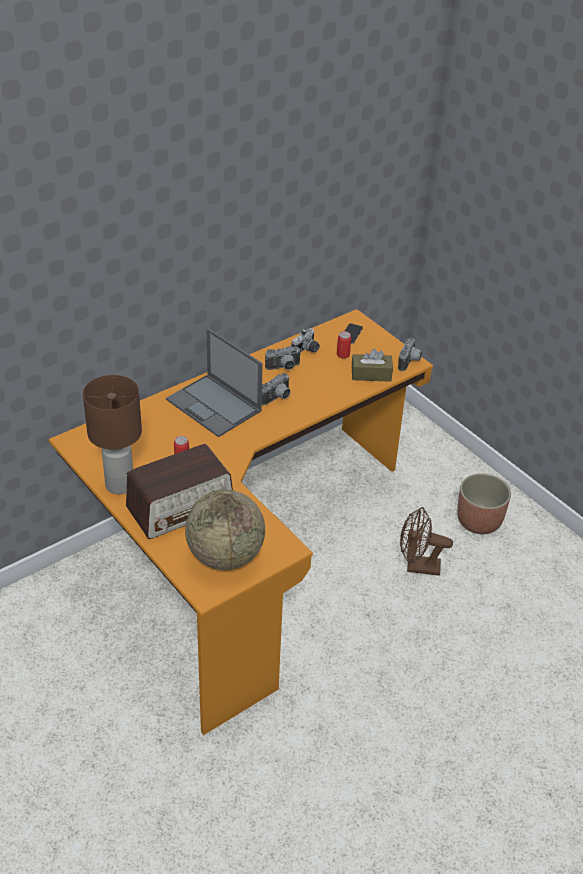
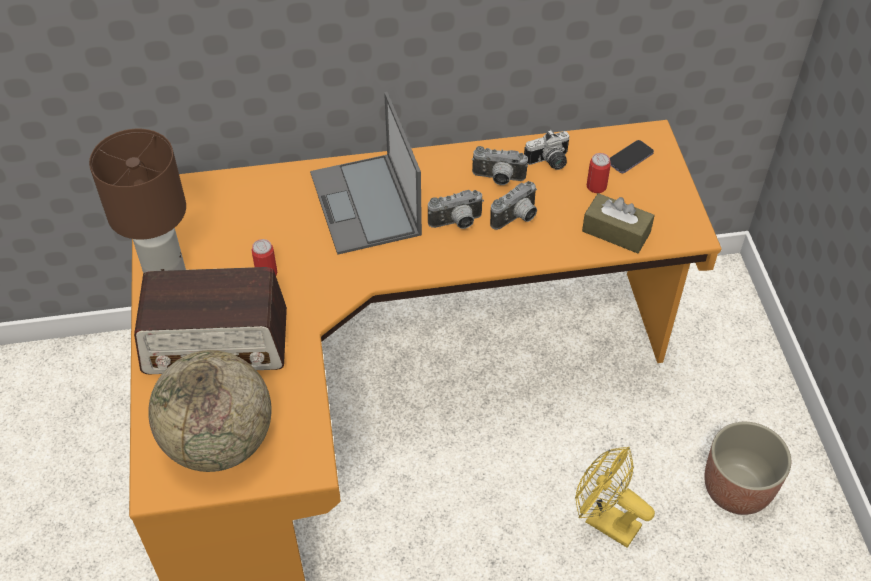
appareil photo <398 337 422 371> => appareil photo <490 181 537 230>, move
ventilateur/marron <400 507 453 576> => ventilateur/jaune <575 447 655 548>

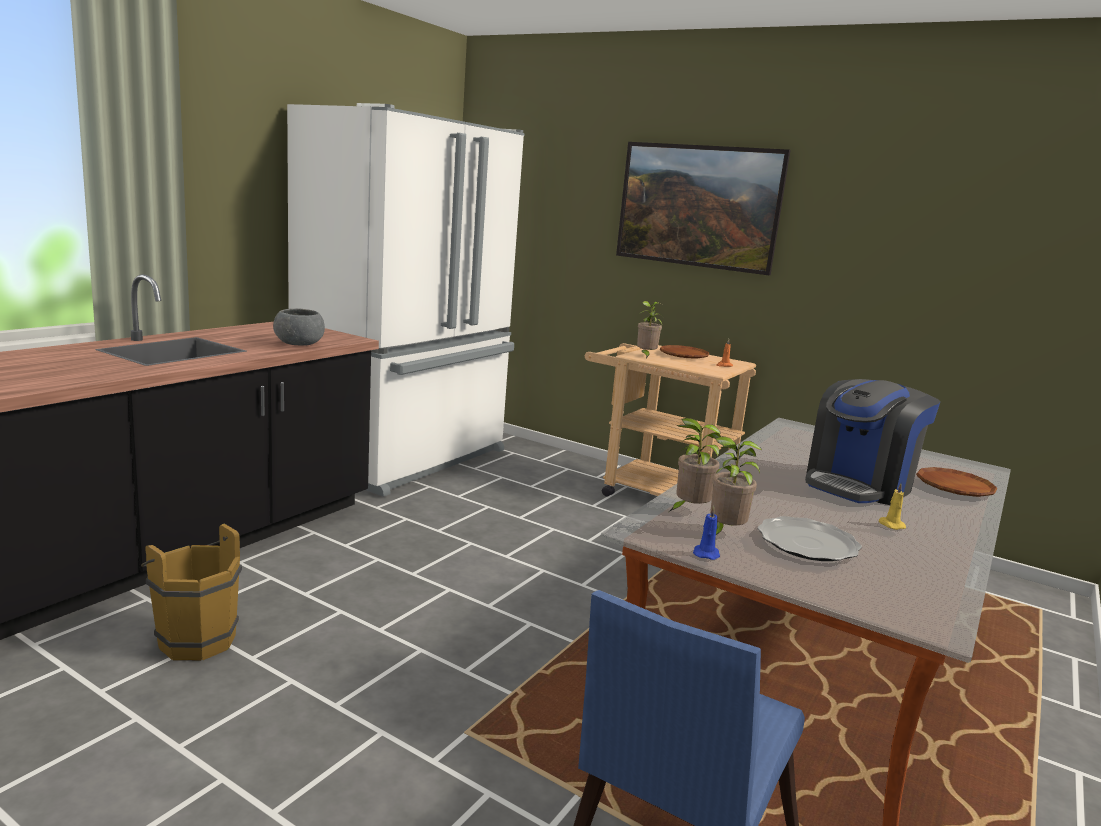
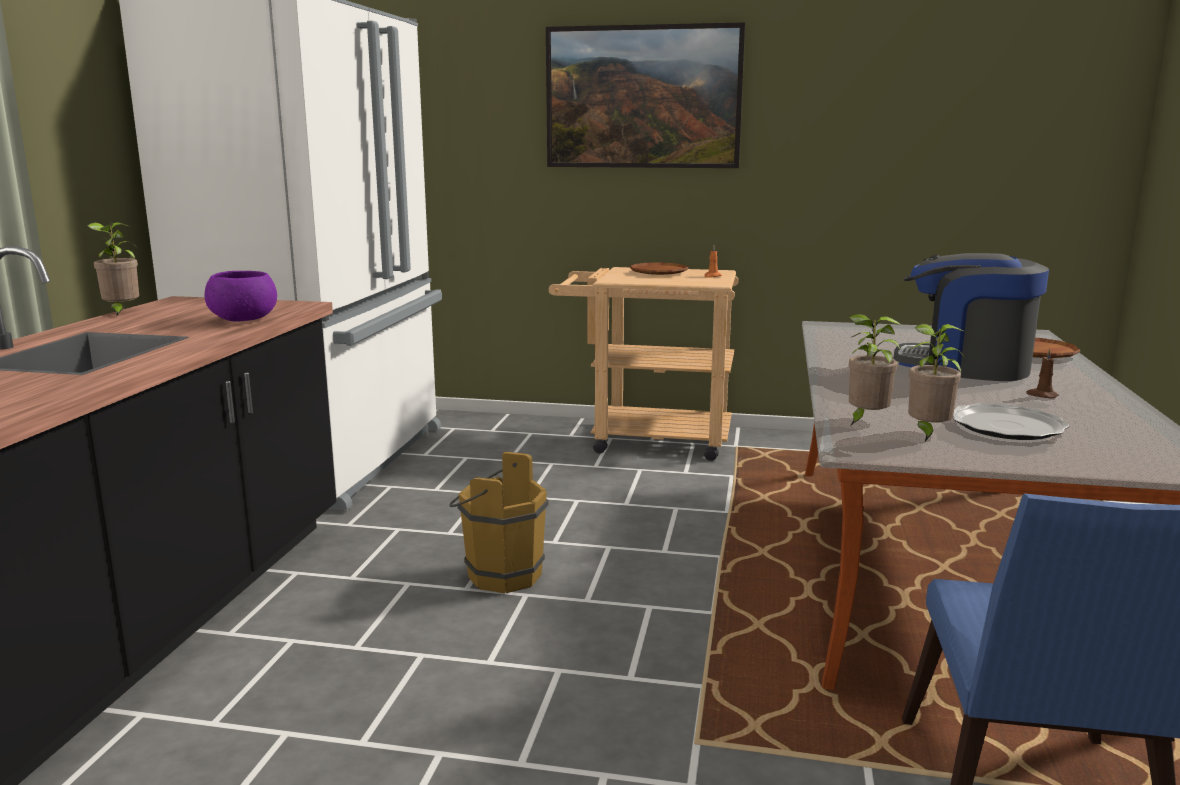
plante en pot <637 301 663 358> => plante en pot <87 222 139 317>, move
bol/gris <273 308 325 346> => bol/violet <205 271 277 321>
seau/marron <141 523 242 661> => seau/marron <449 452 548 593>, move
machine à café <805 379 941 505> => machine à café <893 253 1049 381>, 90 degrees clockwise
bougie/jaune <879 483 906 530> => bougie/marron <1026 348 1059 398>
bougie/bleu <693 506 720 560> => nothing

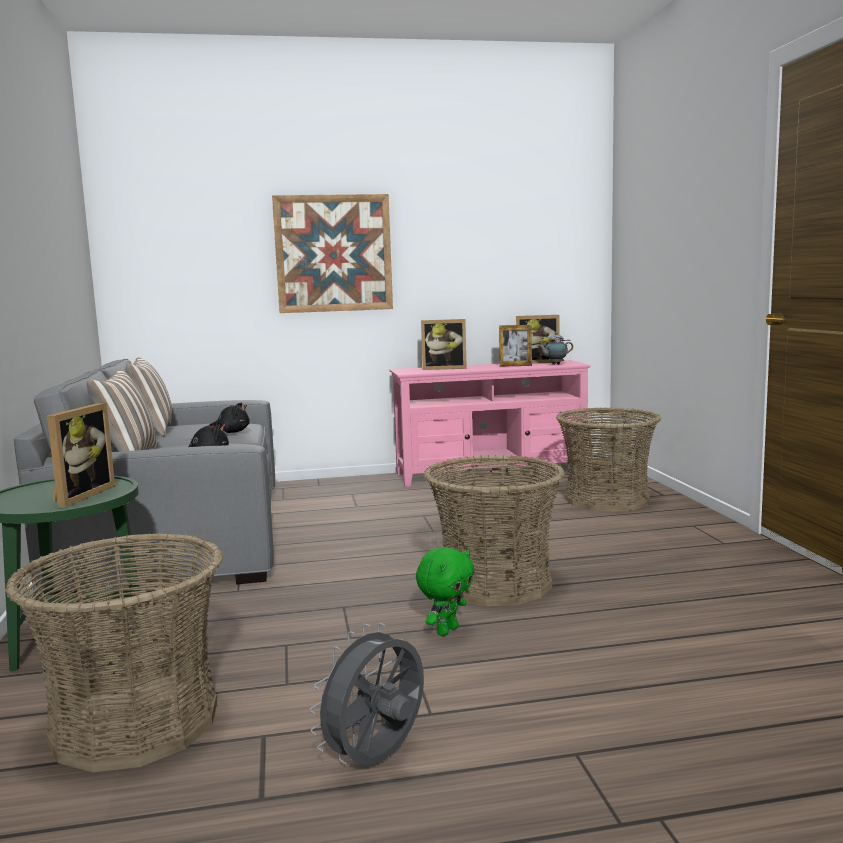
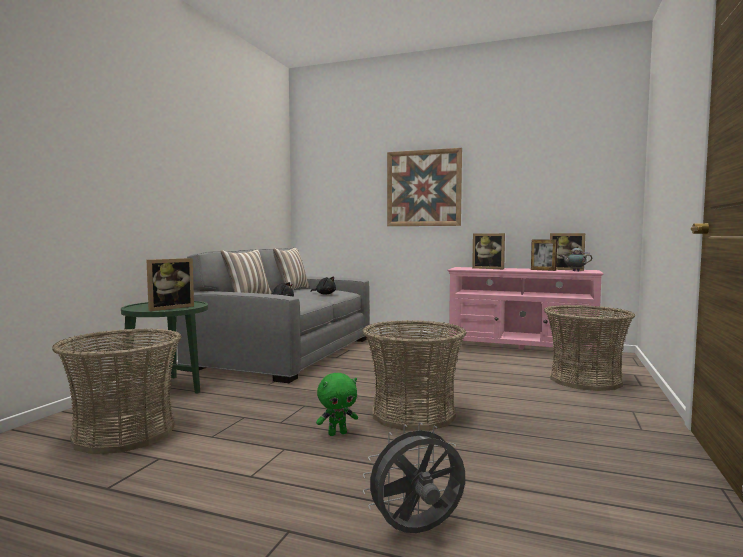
ventilateur/gris <309 623 424 765> => ventilateur/gris <363 422 465 533>, move

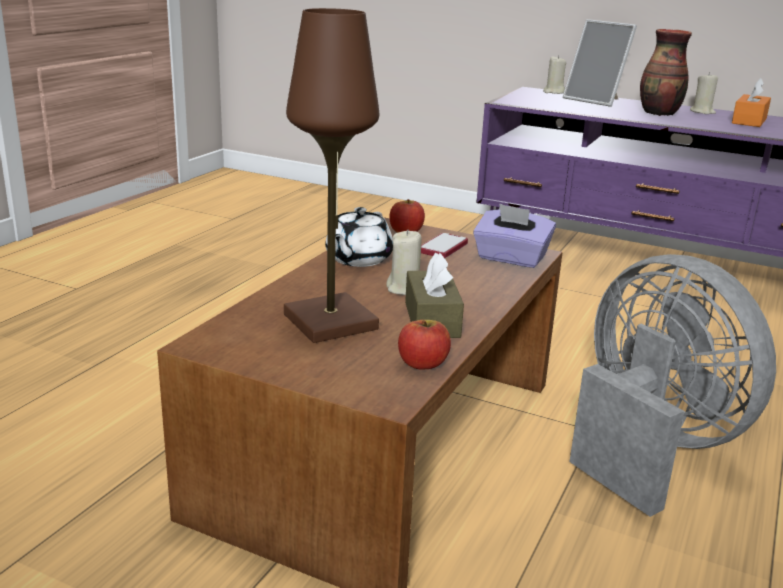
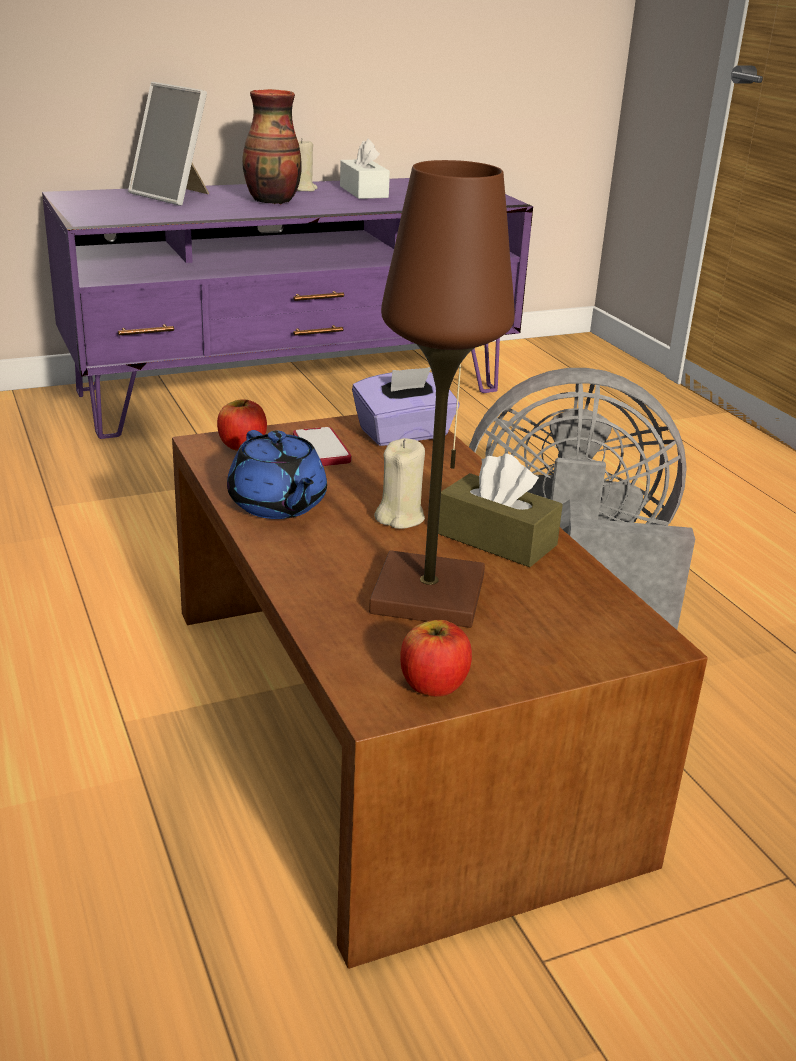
cadre photo <563 19 637 107> => cadre photo <128 82 209 206>, 45 degrees clockwise
théière/blanc <325 207 393 267> => théière/bleu <227 430 327 519>
boîte à mouchoirs/orange <732 78 771 127> => boîte à mouchoirs/blanc <340 139 390 199>
pomme <398 320 451 370> => pomme <400 620 472 697>, move
bougie/beige <543 55 566 94> => nothing

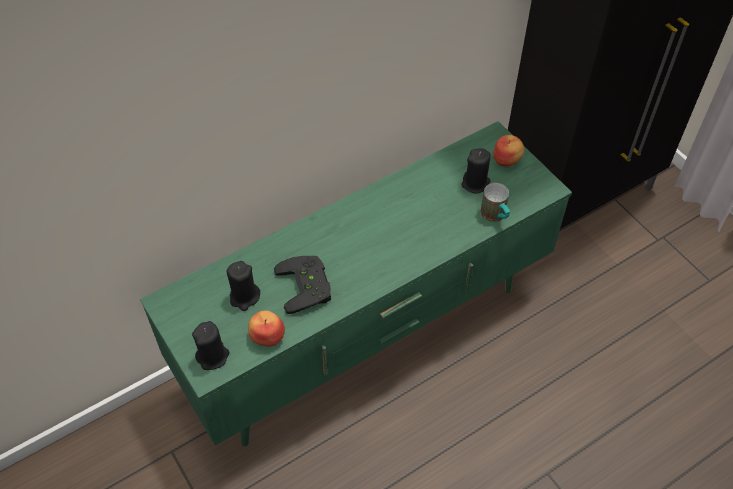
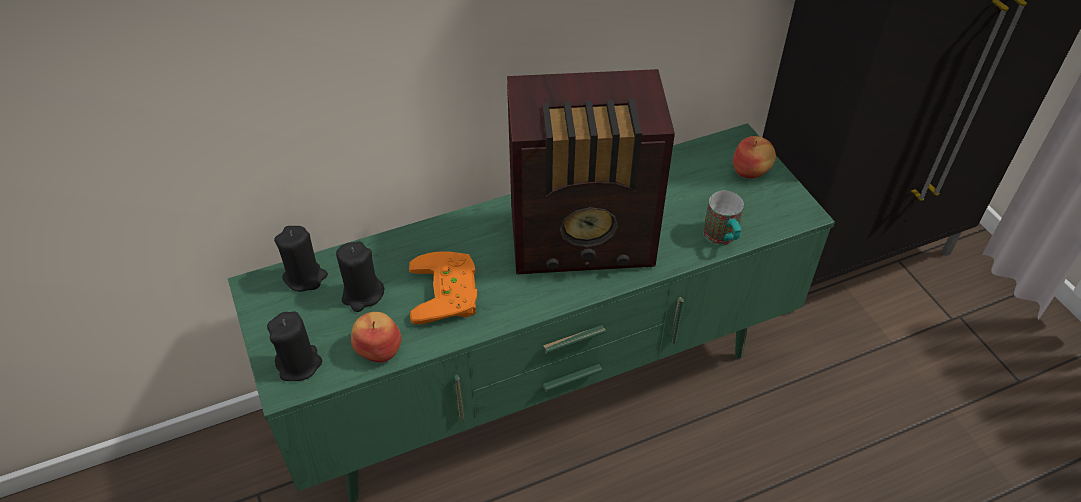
bougie/noir <461 148 490 194> => bougie/noir <274 226 328 292>, move
manette/noir <274 256 331 314> => manette/orange <409 252 477 324>
nothing => radio <507 69 675 274>

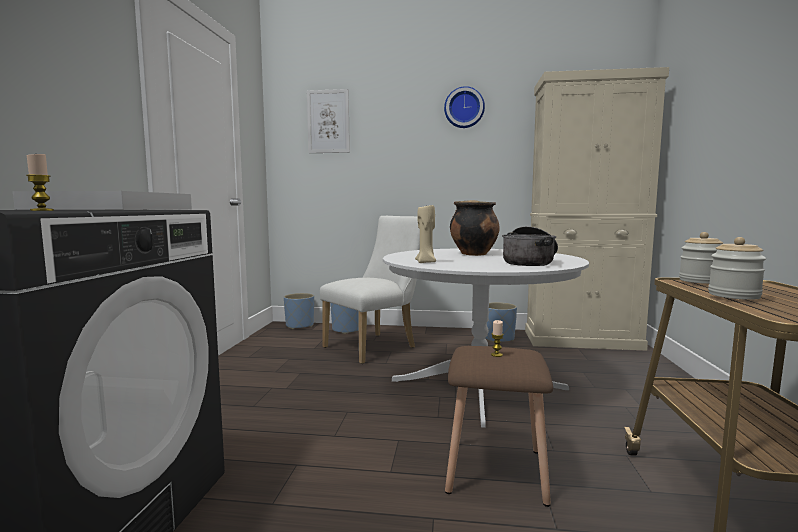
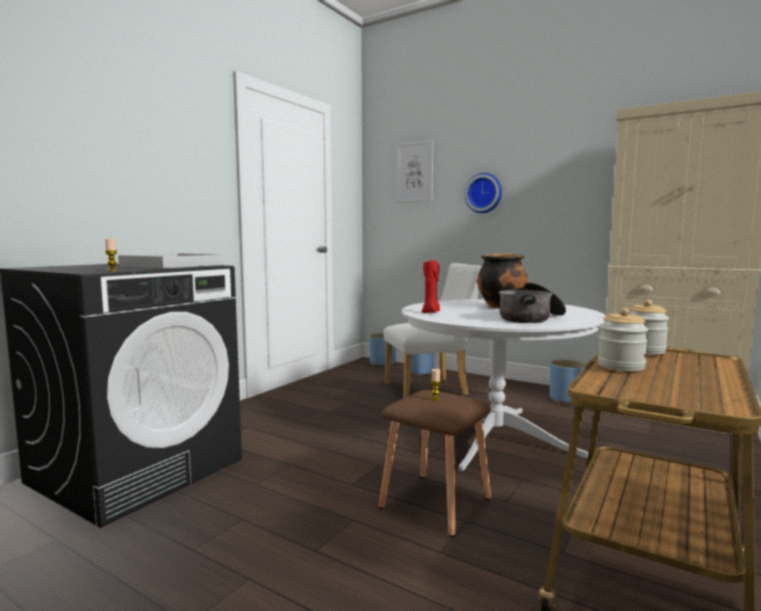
bougie/beige <415 205 436 263> => bougie/rouge <422 260 440 313>
horloge murale <444 86 485 128> => horloge murale <464 173 502 213>, move

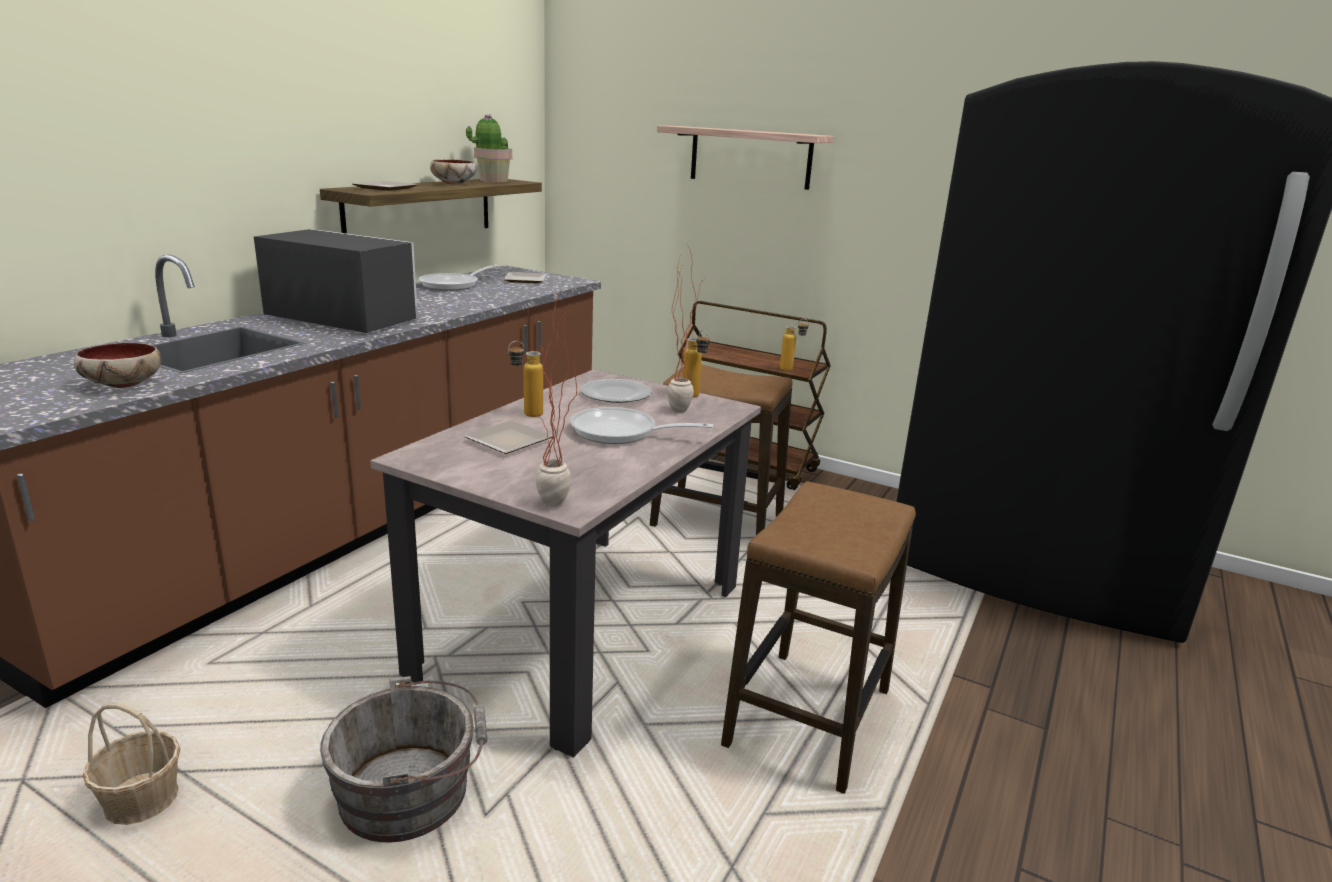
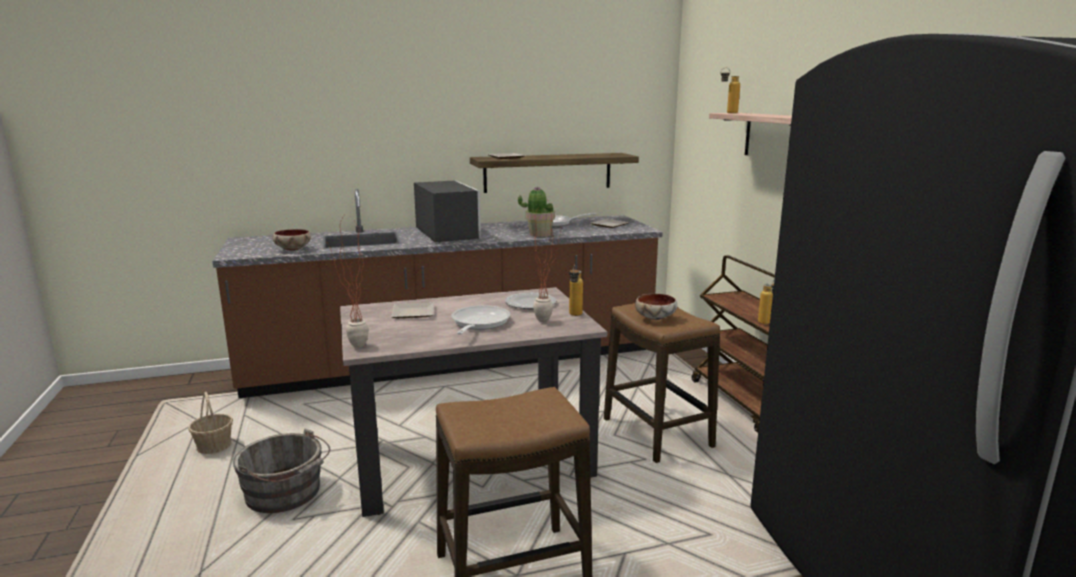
poêle <570 407 713 444> => poêle <451 305 510 335>, 45 degrees clockwise
plante en pot <466 115 512 182> => plante en pot <518 186 555 237>, move
bol <430 160 476 185> => bol <635 294 677 320>, move
bouteille <508 341 543 417> => bouteille <720 68 740 113>, move

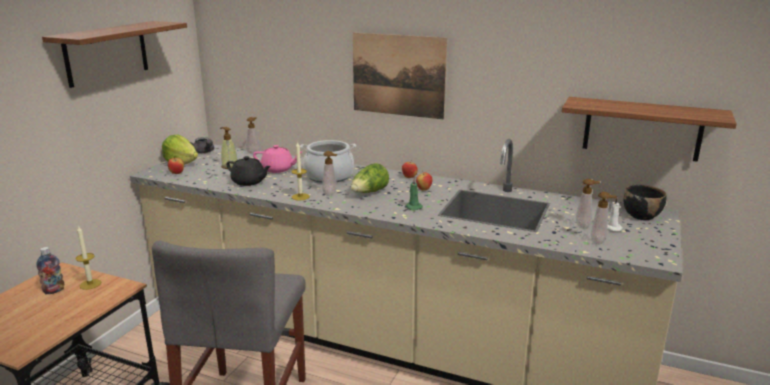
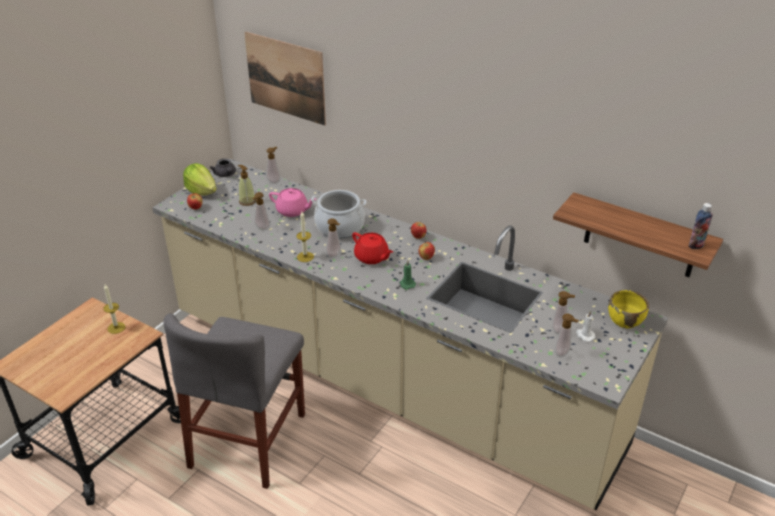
tableau <353 32 447 120> => tableau <244 32 326 126>, move
théière/noir <226 156 271 186> => distributeur de savon <252 192 270 230>
laitue <351 163 389 193> => théière/rouge <352 232 393 264>
bol/noir <623 185 667 220> => bol/jaune <608 290 649 328>
bouteille <36 247 64 294> => bouteille <689 203 713 249>, move
étagère <42 21 187 88> => nothing

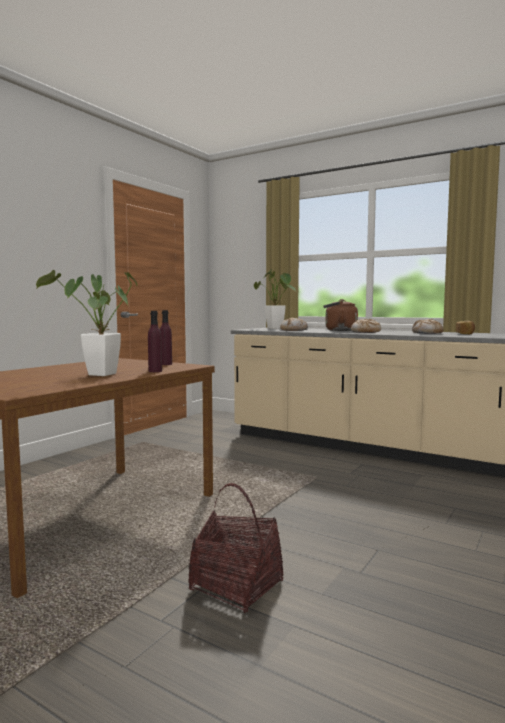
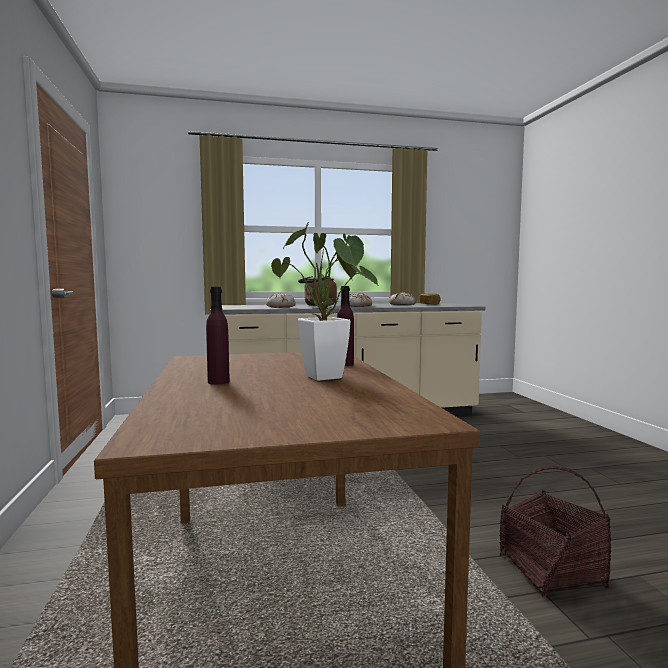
bouteille/violet <160 310 172 365> => bouteille/violet <206 287 230 385>, move
plante en pot <254 269 296 329> => nothing

